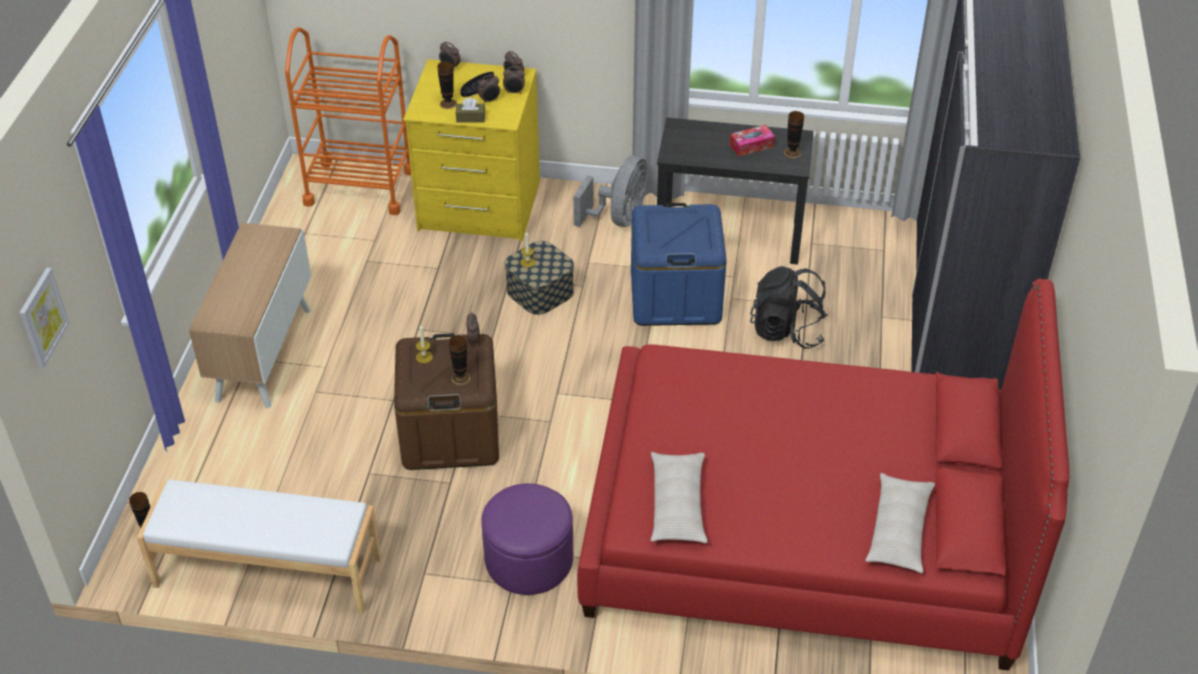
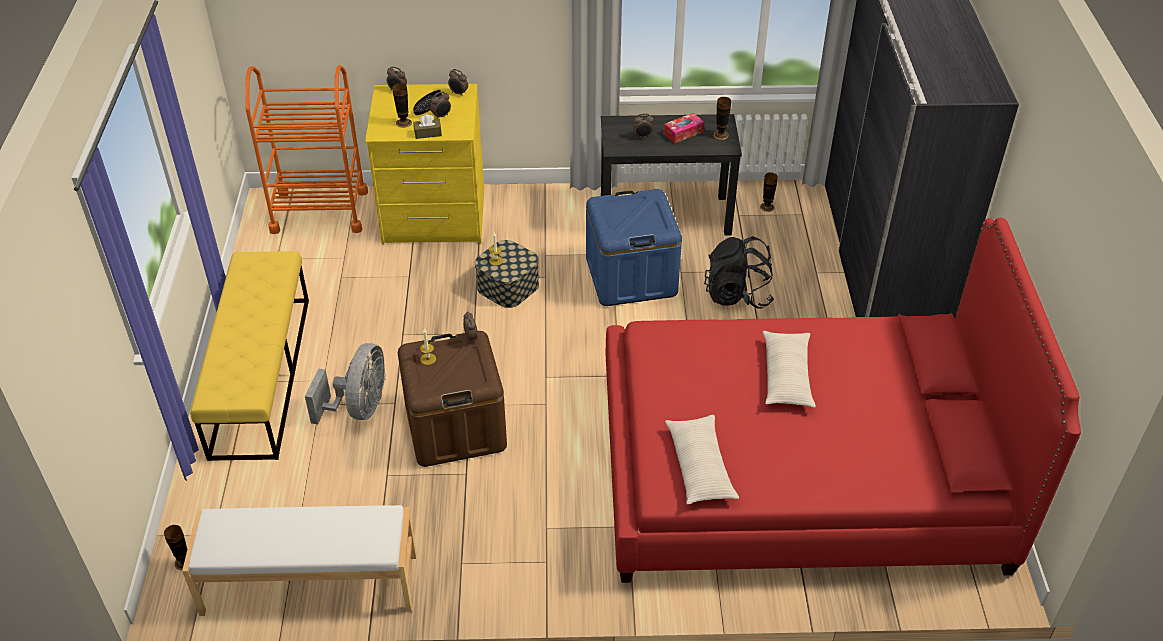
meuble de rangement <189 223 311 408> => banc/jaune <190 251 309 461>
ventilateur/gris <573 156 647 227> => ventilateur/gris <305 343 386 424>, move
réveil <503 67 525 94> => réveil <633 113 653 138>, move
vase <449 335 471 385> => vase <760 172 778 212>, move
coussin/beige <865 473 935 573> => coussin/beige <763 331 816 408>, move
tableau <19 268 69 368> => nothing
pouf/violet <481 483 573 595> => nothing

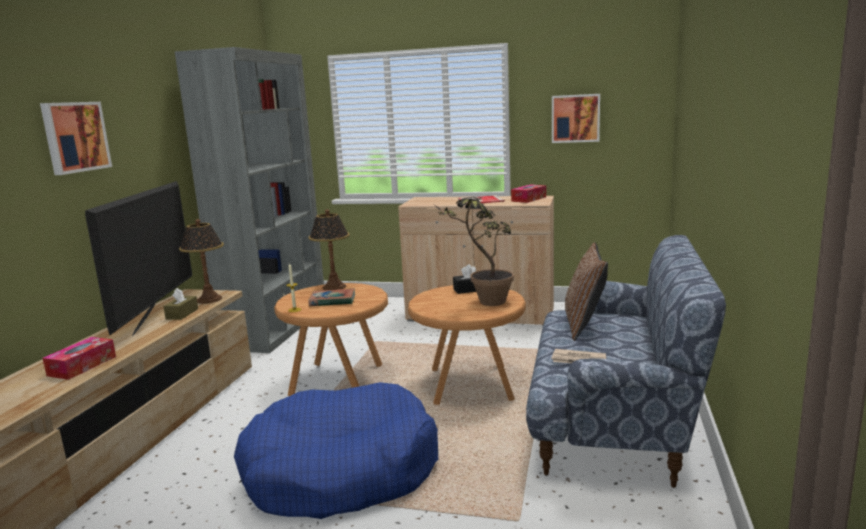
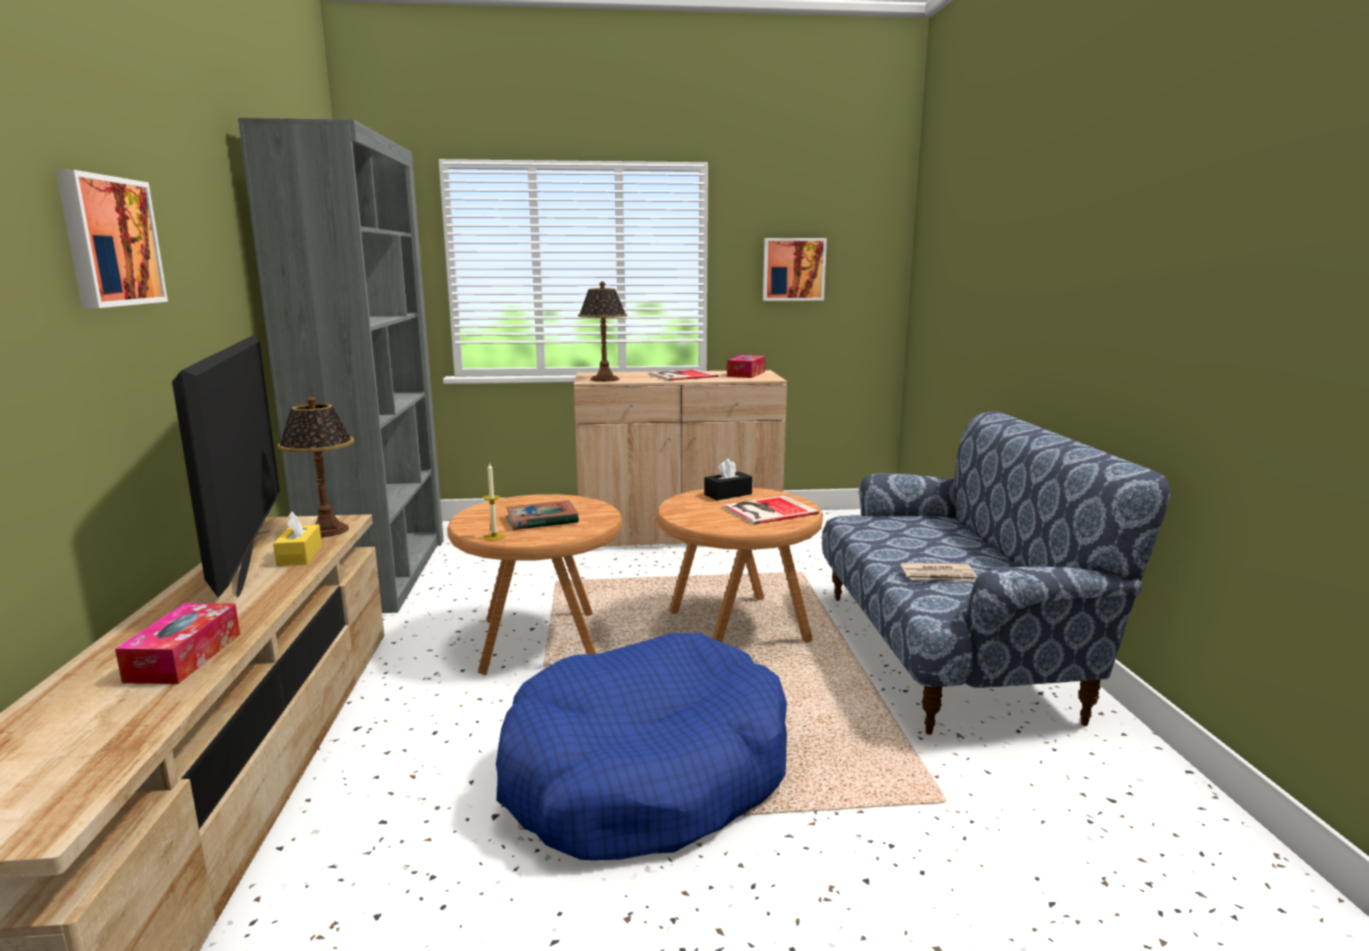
boîte à mouchoirs/marron <163 288 198 320> => boîte à mouchoirs/jaune <273 512 322 566>
lampe de table <308 209 350 290> => lampe de table <578 282 627 382>, move
plante en pot <433 198 514 306> => livre <723 496 819 525>
coussin/marron <565 242 608 341> => nothing

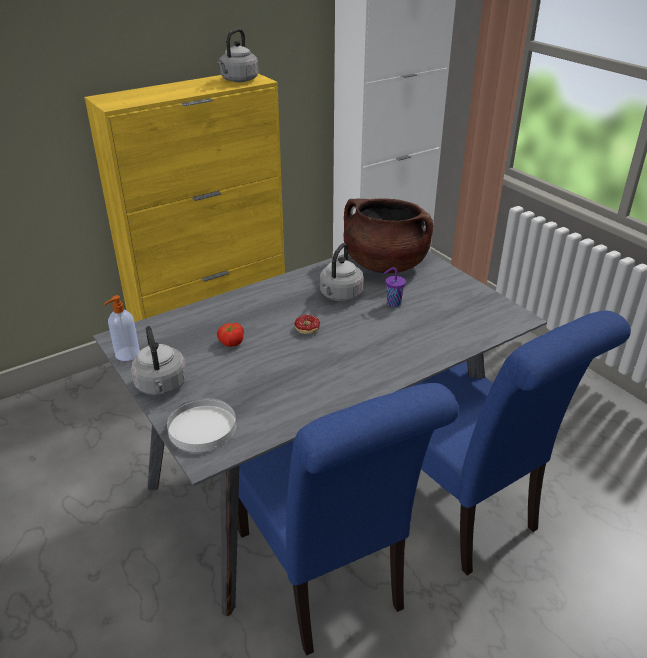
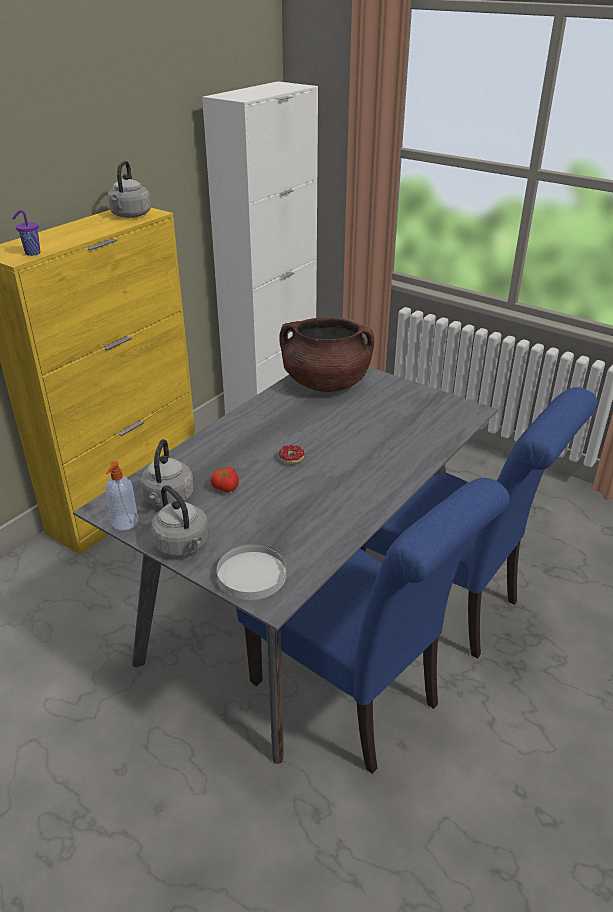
tasse/violet <384 267 406 307> => tasse/violet <12 210 40 256>, move
bouilloire/gris <320 243 364 302> => bouilloire/gris <141 439 194 507>, move

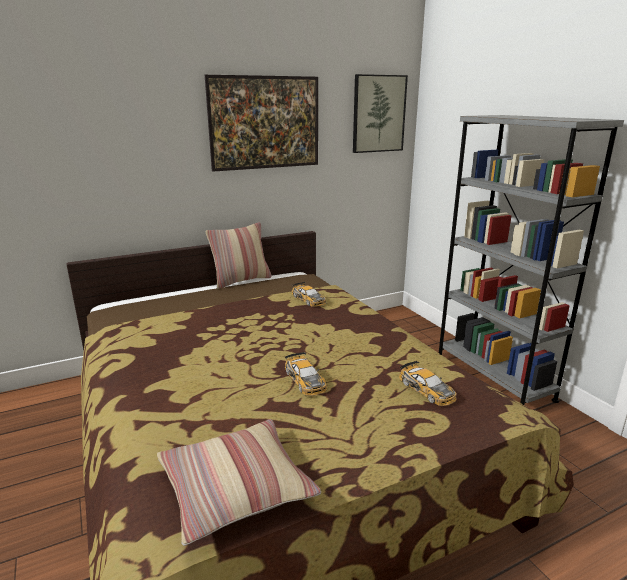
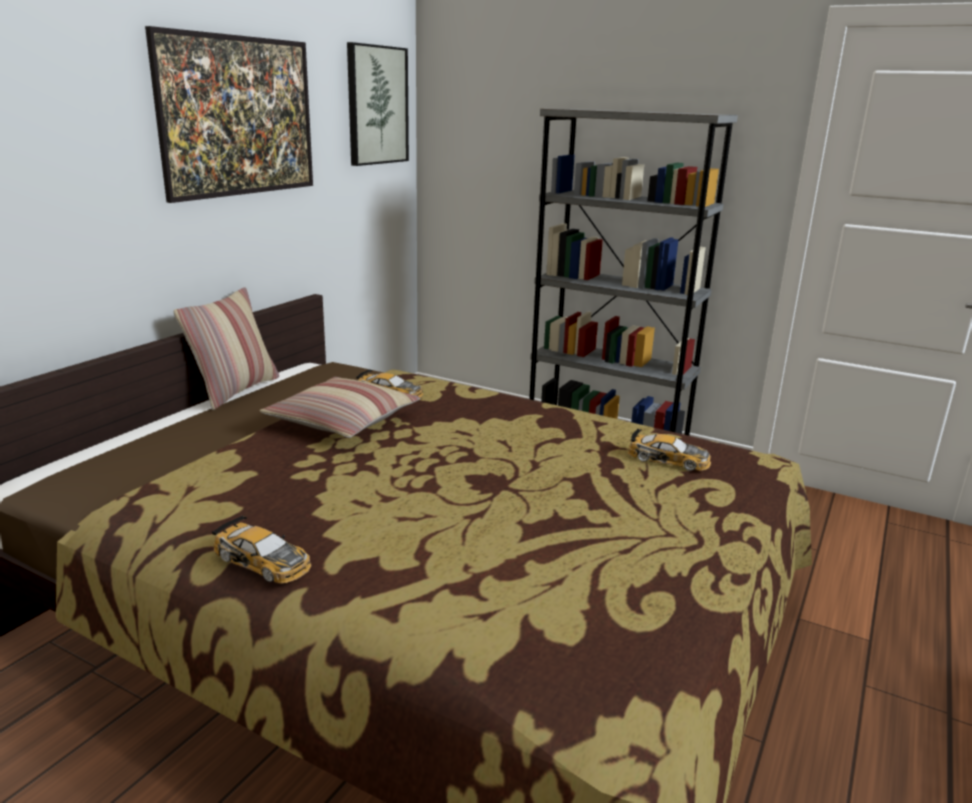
petite voiture <285 352 327 396> => petite voiture <212 515 311 584>, move
coussin <157 419 321 546> => coussin <259 377 420 438>, move

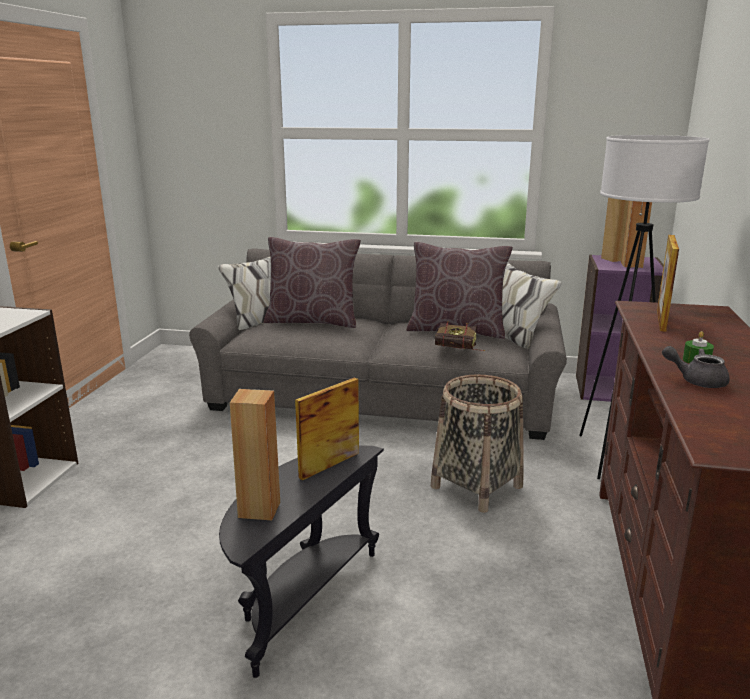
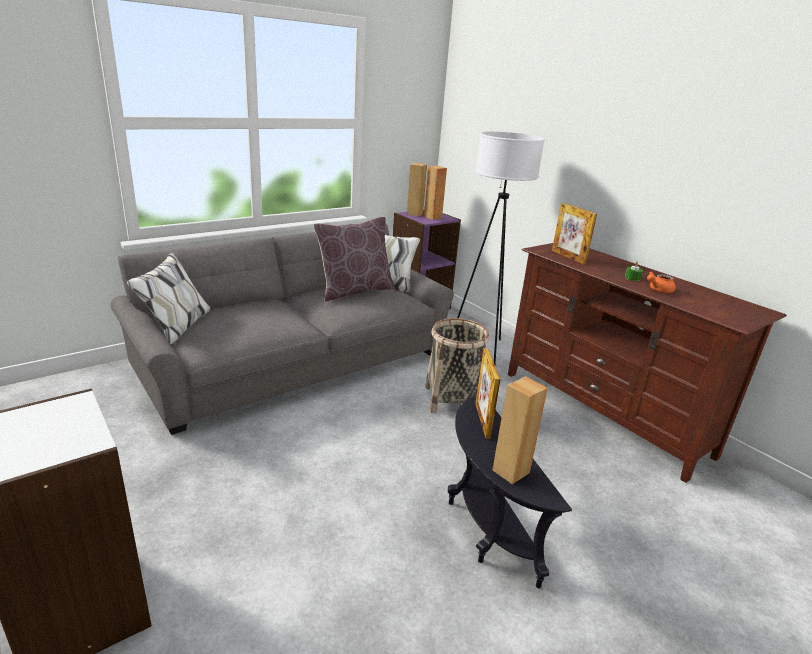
théière/gris <662 346 730 388> => théière/orange <647 272 675 293>
coussin/marron <264 237 361 328> => nothing
livre <435 321 485 351> => nothing

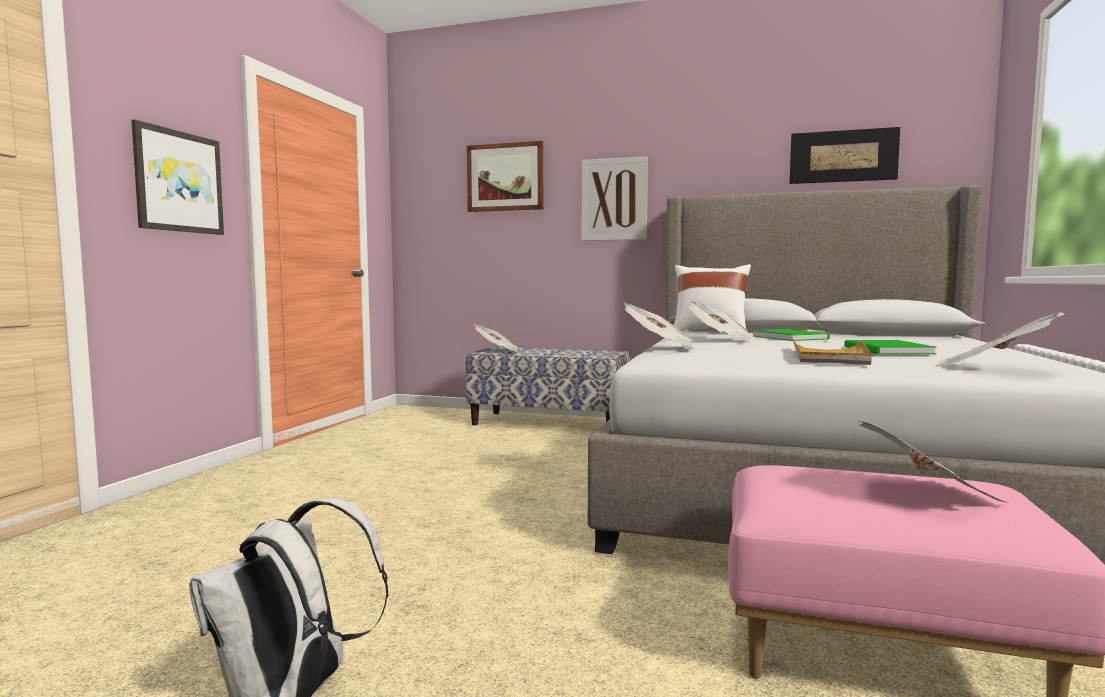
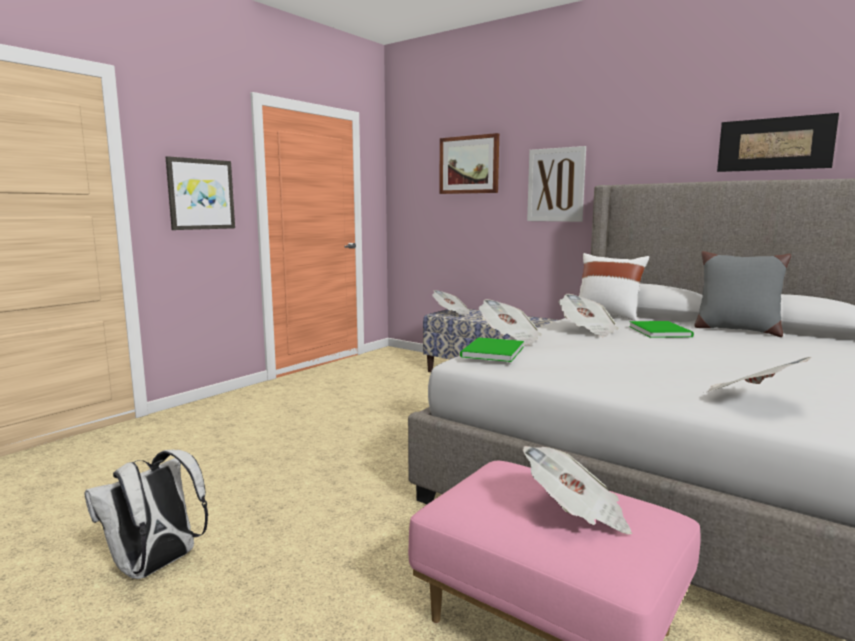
livre/vert <844 340 936 354> => livre/vert <460 337 524 362>, move
nothing => coussin/gris <694 251 791 337>
plateau/beige <792 338 872 365> => nothing

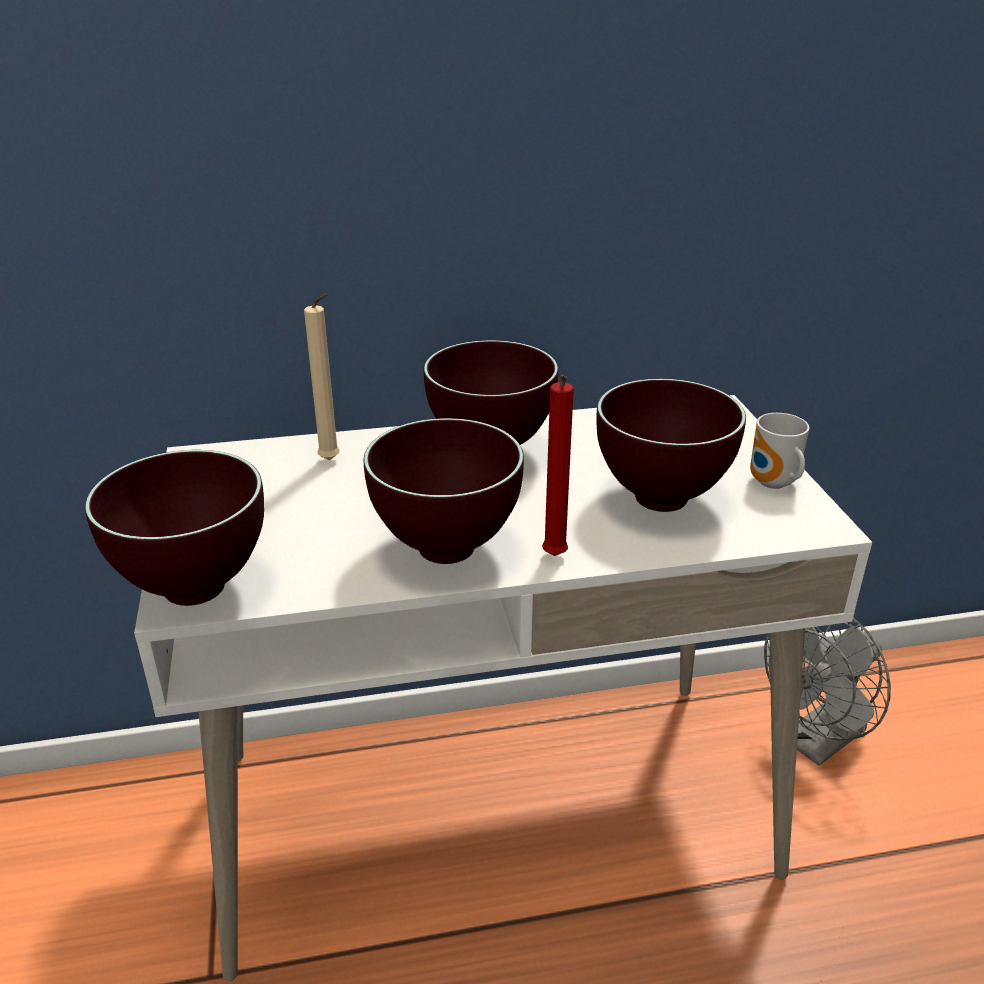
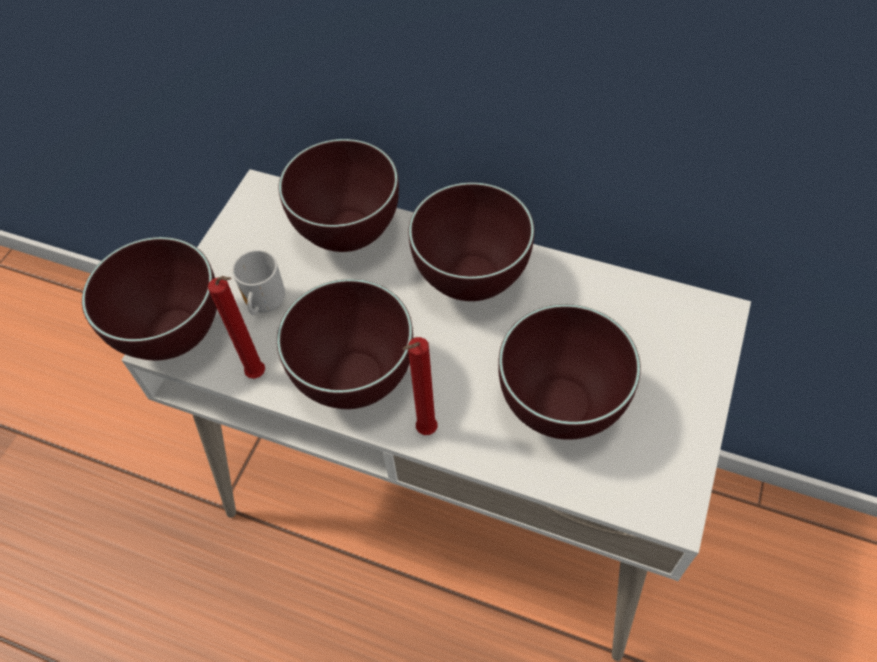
nothing => bougie/rouge <208 276 265 379>
mug <750 413 809 489> => mug <232 250 285 315>, move
bougie/beige <304 294 340 460> => bol/marron <278 139 399 252>
ventilateur/gris <764 618 891 766> => nothing

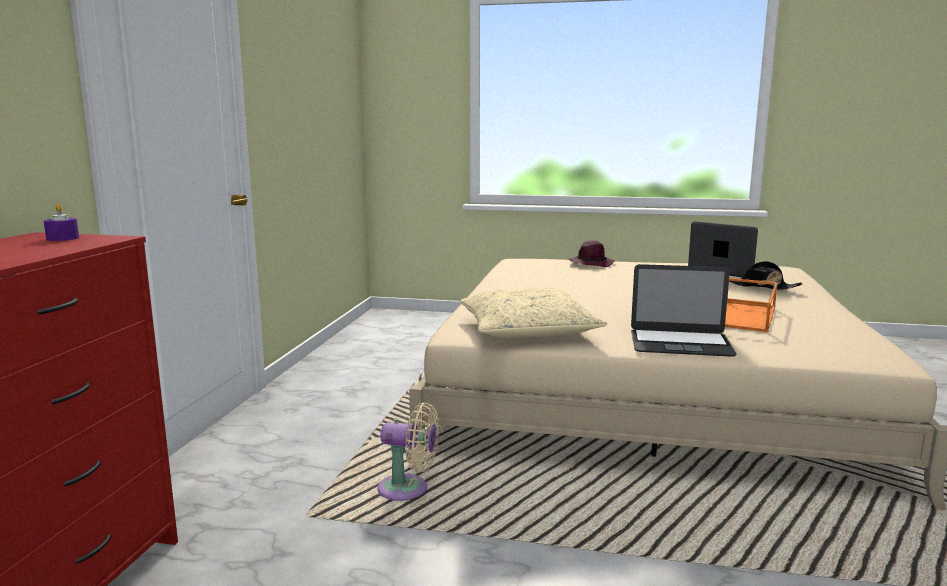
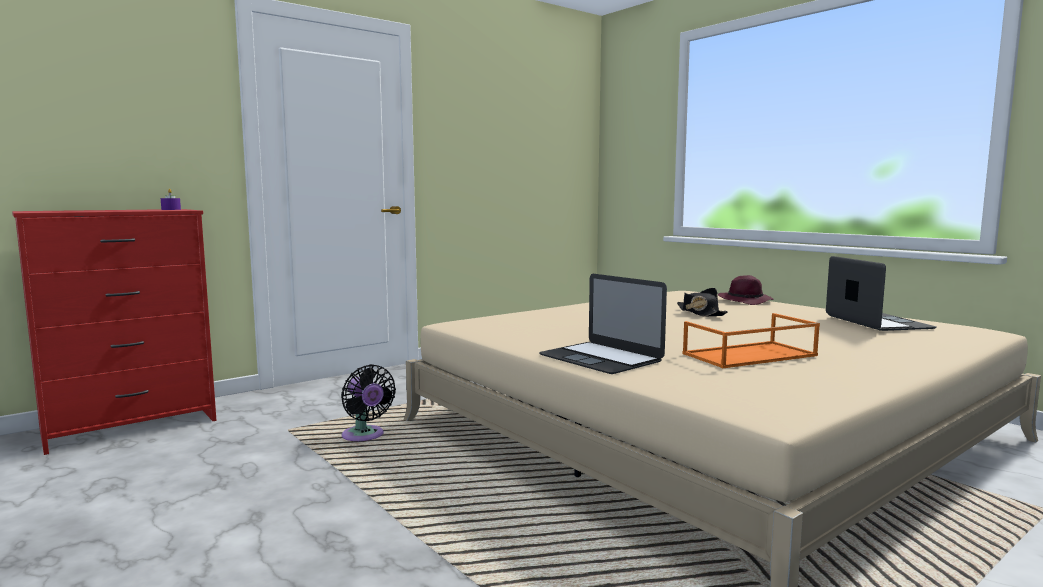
ventilateur/beige <377 403 439 501> => ventilateur/noir <341 364 396 441>
chapeau/noir <729 261 803 290> => chapeau/noir <677 288 728 317>, move
coussin/beige <460 288 607 338> => nothing

